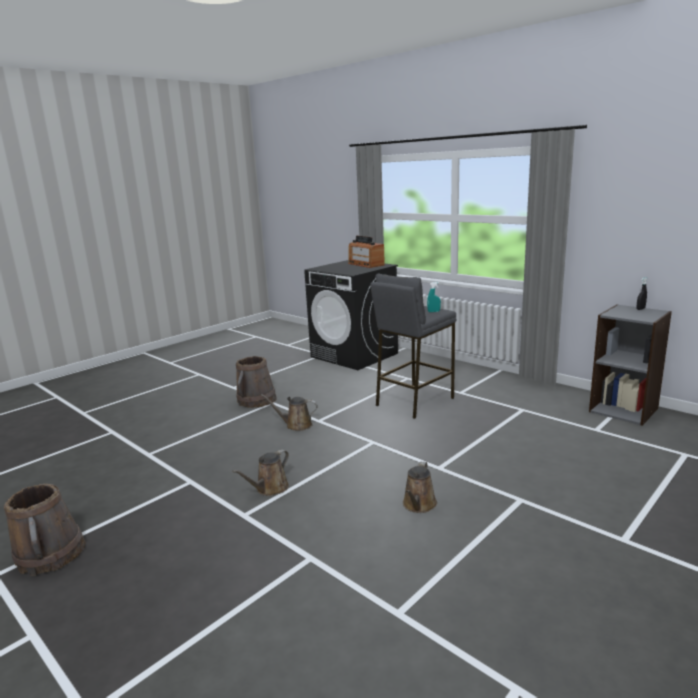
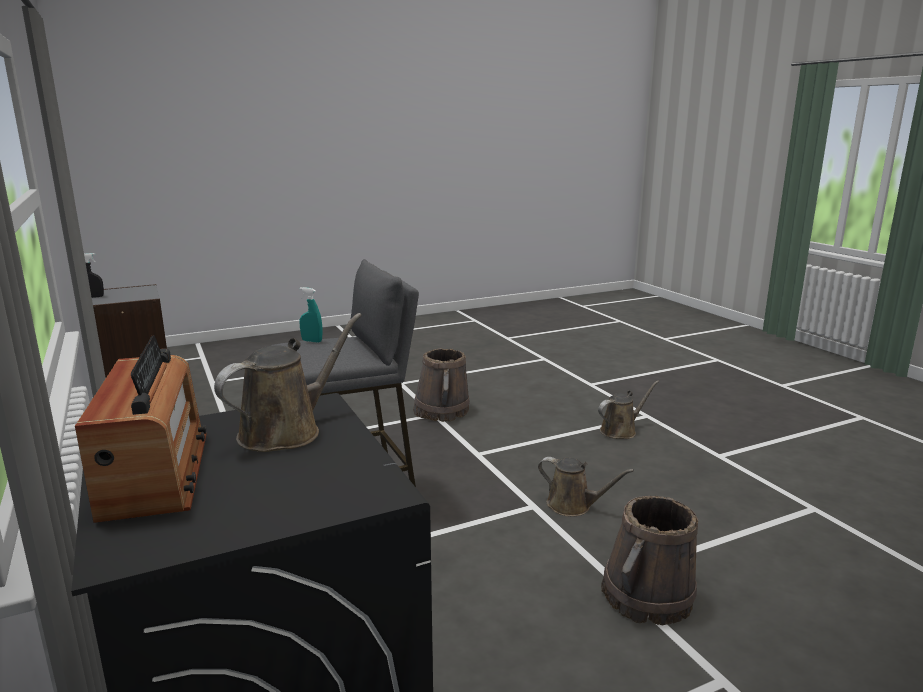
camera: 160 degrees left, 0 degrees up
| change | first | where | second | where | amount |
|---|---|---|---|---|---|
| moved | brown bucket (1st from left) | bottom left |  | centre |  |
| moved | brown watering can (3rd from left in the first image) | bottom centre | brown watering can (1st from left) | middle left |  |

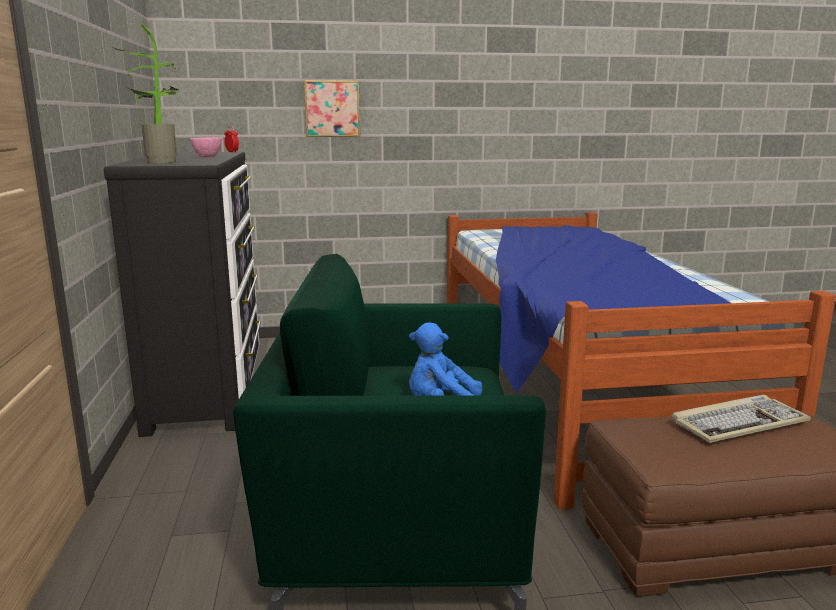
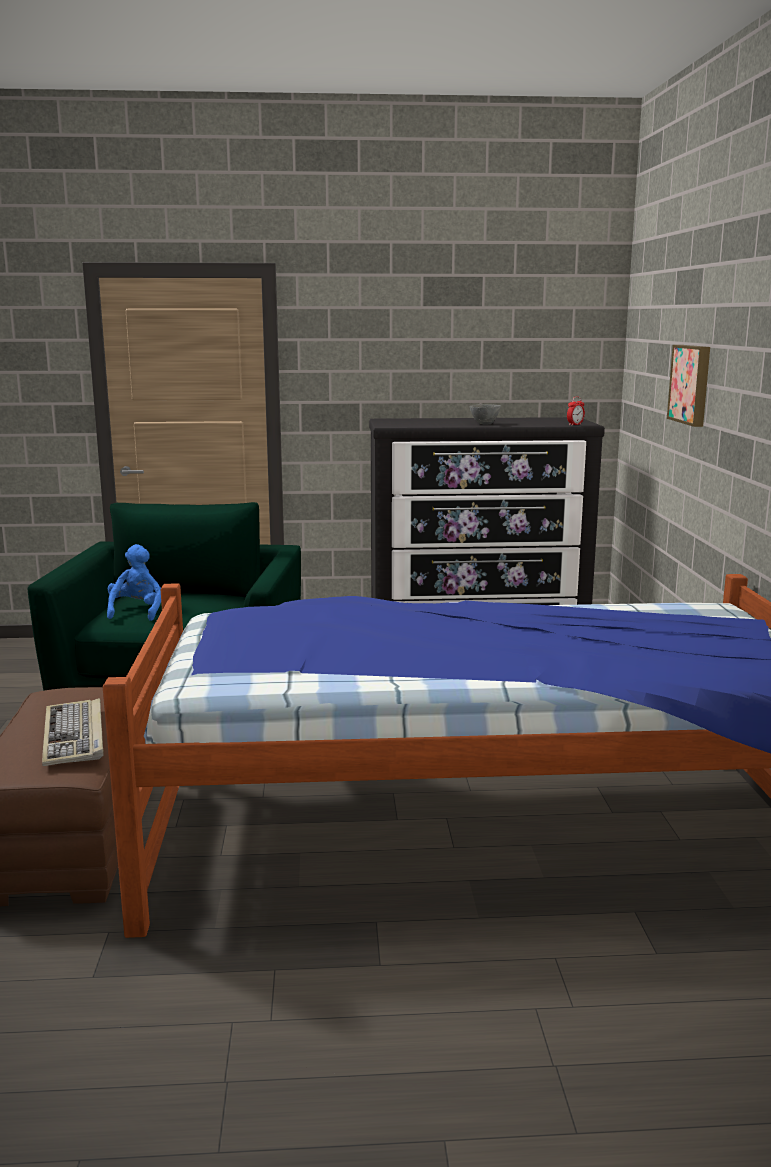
camera: 95 degrees right, 0 degrees up
| change | first | where | second | where | amount |
|---|---|---|---|---|---|
| removed | potted plant | top left |  |  |  |
| recoloured | pink bowl | top left | grey bowl | centre |  |

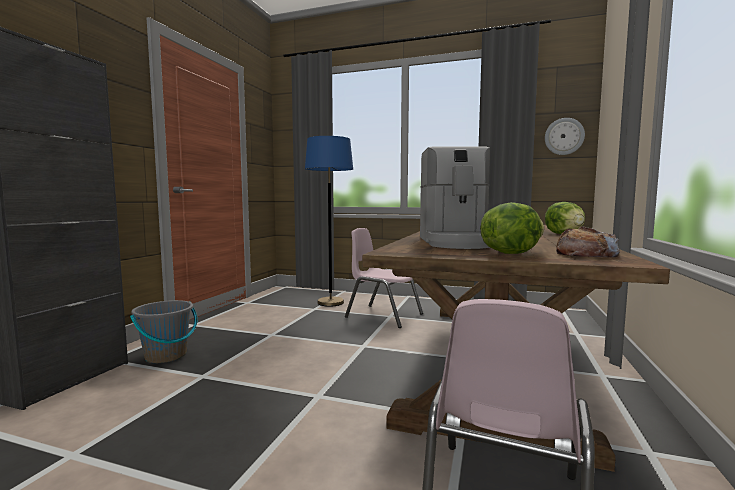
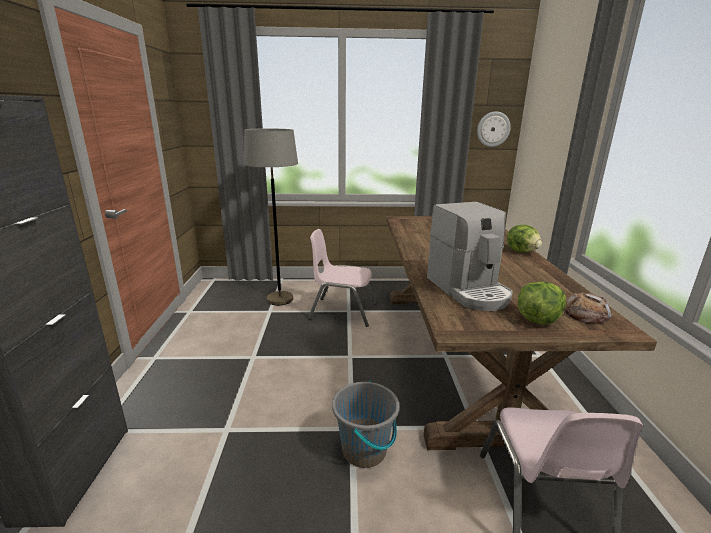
camera: 20 degrees left, 15 degrees up
| change | first | where | second | where | amount |
|---|---|---|---|---|---|
| moved | grey bucket | bottom left |  | bottom centre |  |
| recoloured | blue floor lamp | centre | grey floor lamp | centre |  |

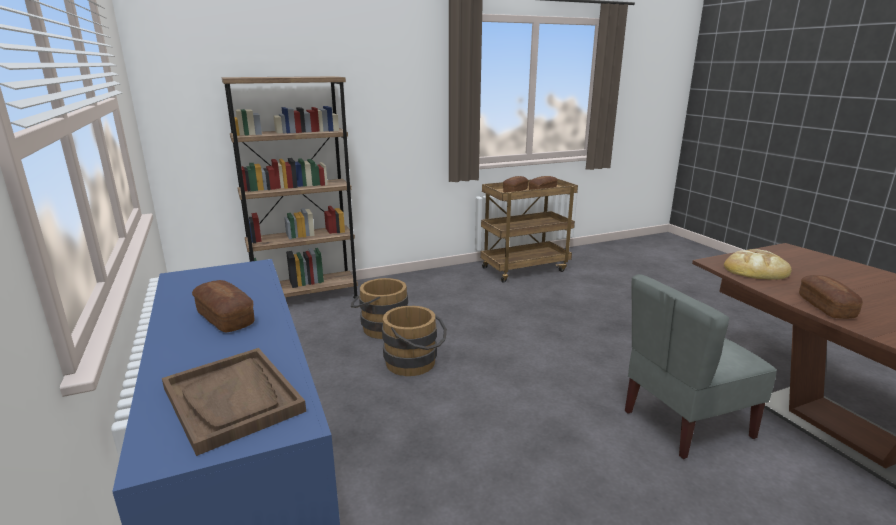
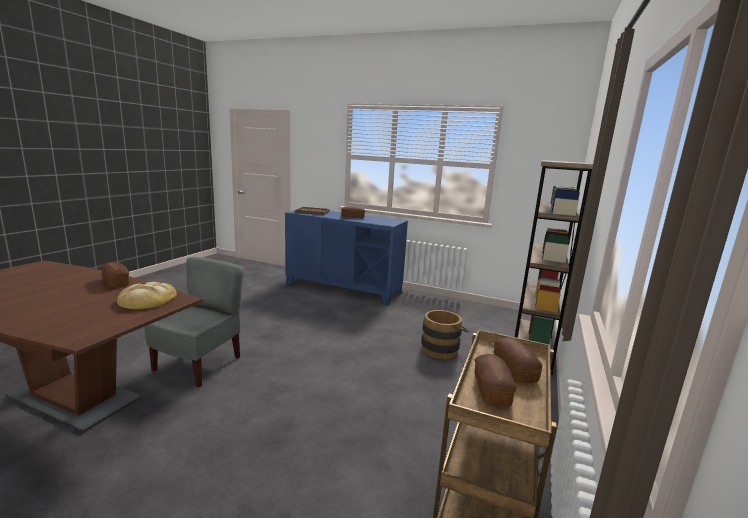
camera: 135 degrees right, 5 degrees down
| change | first | where | second | where | amount |
|---|---|---|---|---|---|
| removed | brown bucket (2nd from left) | centre |  |  |  |

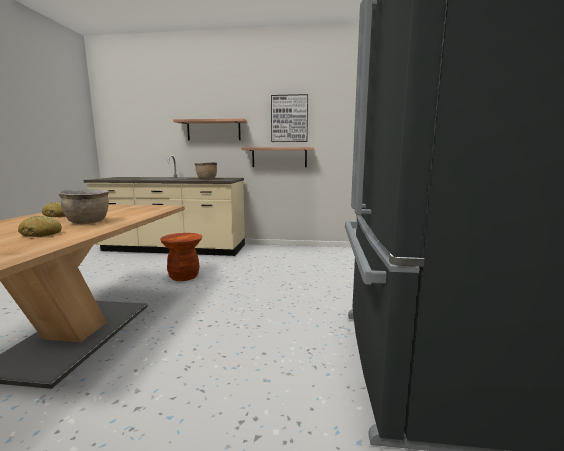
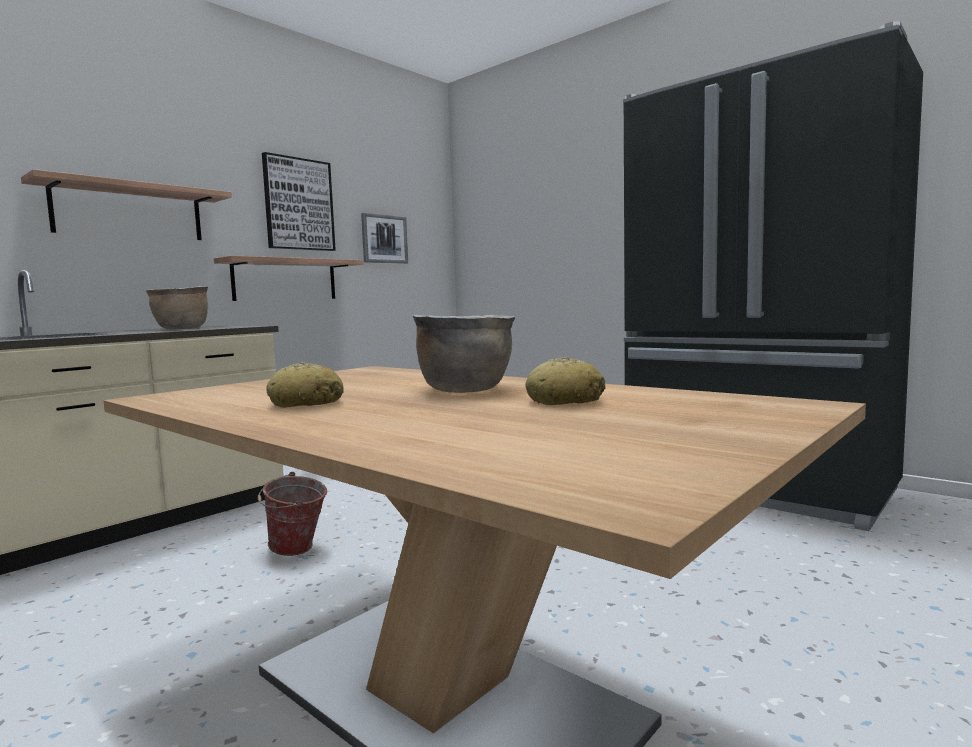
camera: 55 degrees left, 5 degrees down
| change | first | where | second | where | amount |
|---|---|---|---|---|---|
| added |  |  | picture (2nd from left) | top centre |  |
| replaced | brown stool | middle left | bucket | bottom left |  |

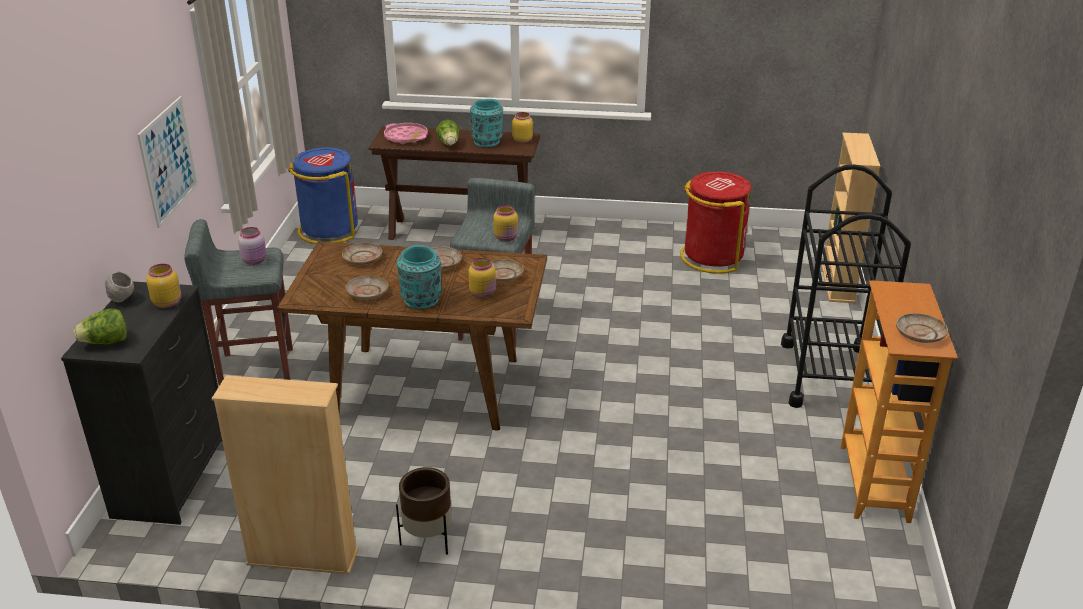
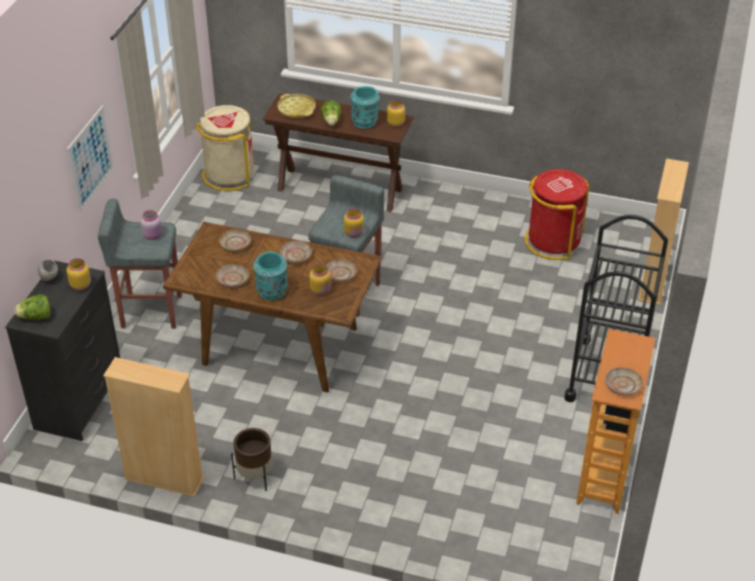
camera: 10 degrees right, 10 degrees up
| change | first | where | second | where | amount |
|---|---|---|---|---|---|
| recoloured | blue trash can | top left | beige trash can | top left |  |
| recoloured | pink tray | top centre | yellow tray | top centre |  |

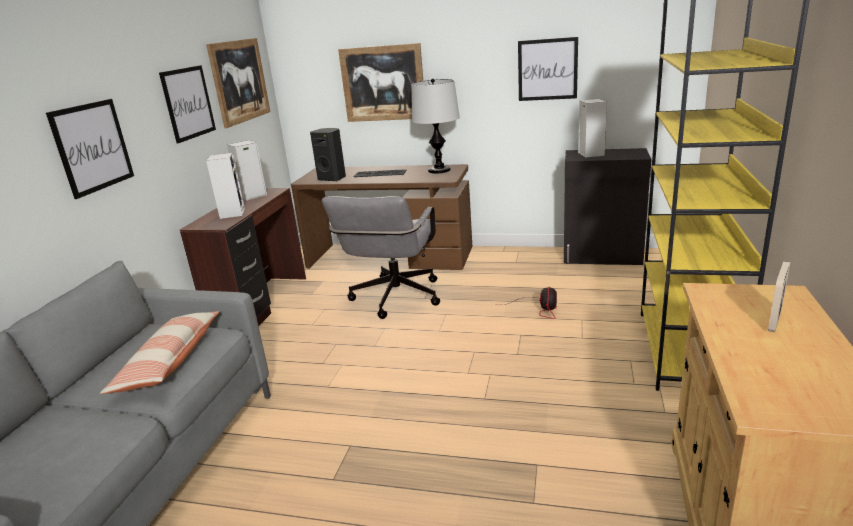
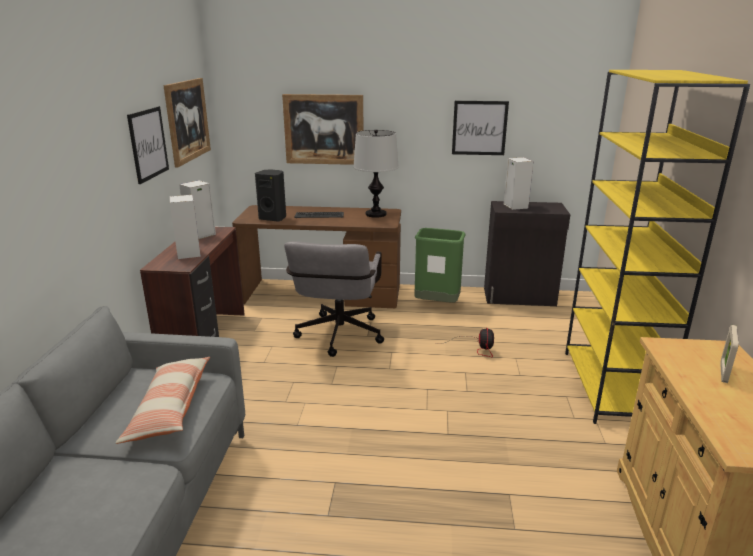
camera: 10 degrees left, 0 degrees up
| change | first | where | second | where | amount |
|---|---|---|---|---|---|
| removed | picture (1st from left) | top left |  |  |  |
| added |  |  | green trash can | centre |  |

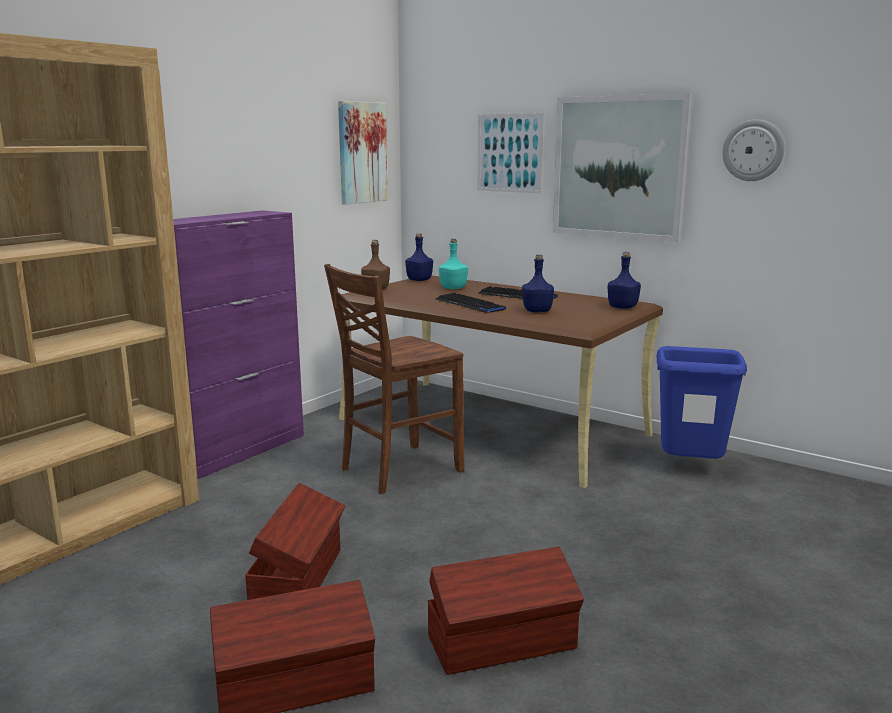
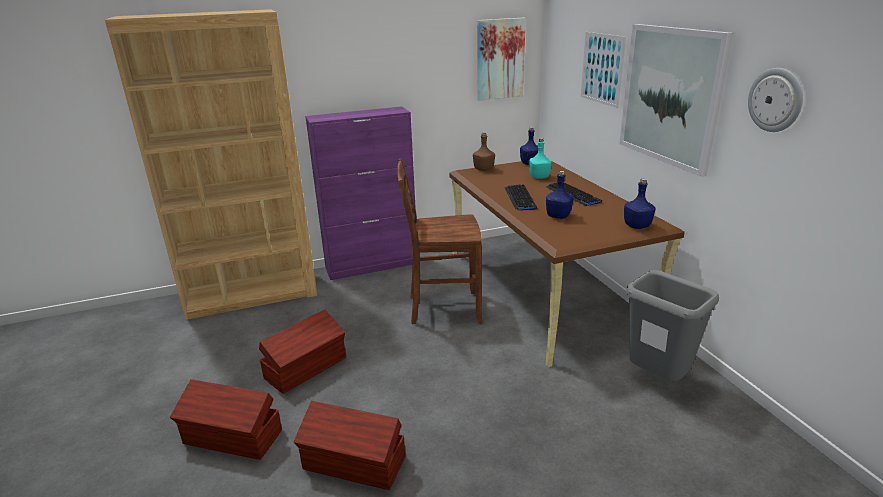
camera: 35 degrees right, 10 degrees up
| change | first | where | second | where | amount |
|---|---|---|---|---|---|
| recoloured | blue trash can | middle right | grey trash can | middle right |  |

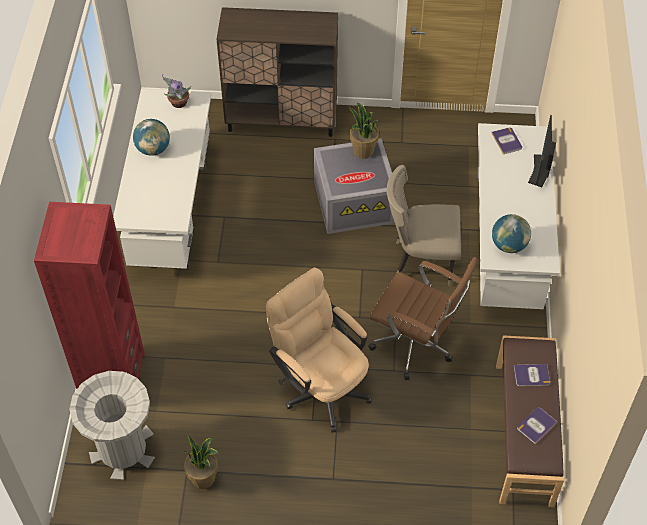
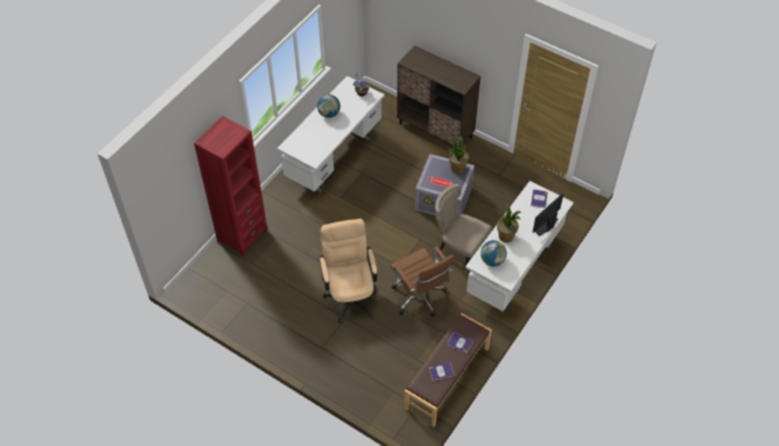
camera: 30 degrees right, 0 degrees up
| change | first | where | second | where | amount |
|---|---|---|---|---|---|
| removed | grey trash can | bottom left |  |  |  |
| moved | potted plant (2nd from left in the first image) | bottom left | potted plant (3rd from left) | centre |  |

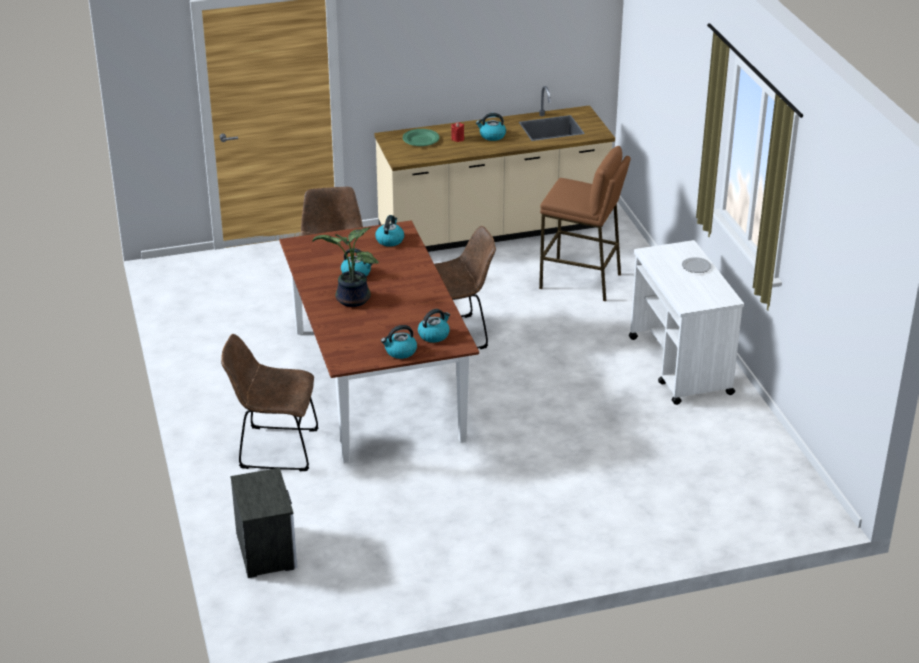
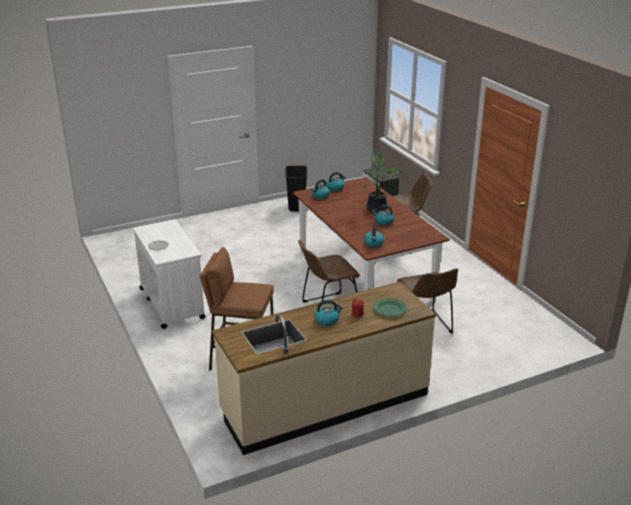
camera: 170 degrees right, 5 degrees down
| change | first | where | second | where | amount |
|---|---|---|---|---|---|
| added |  |  | black trash can | centre |  |

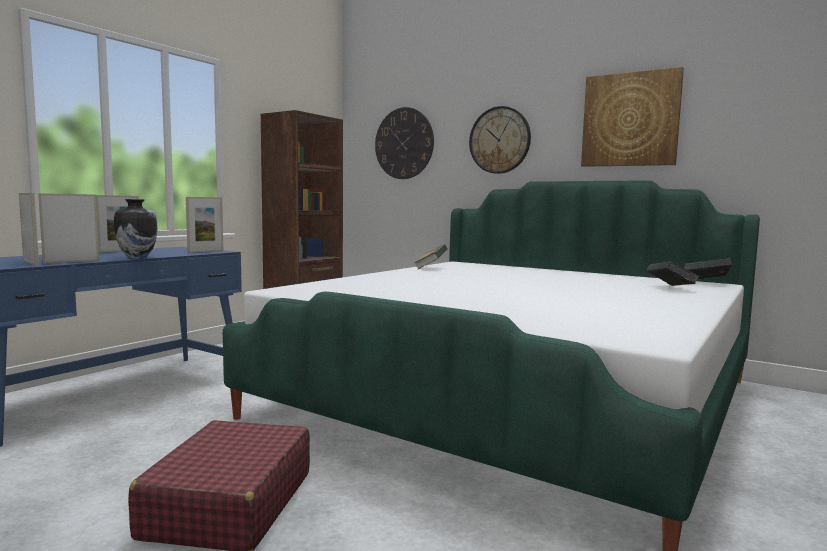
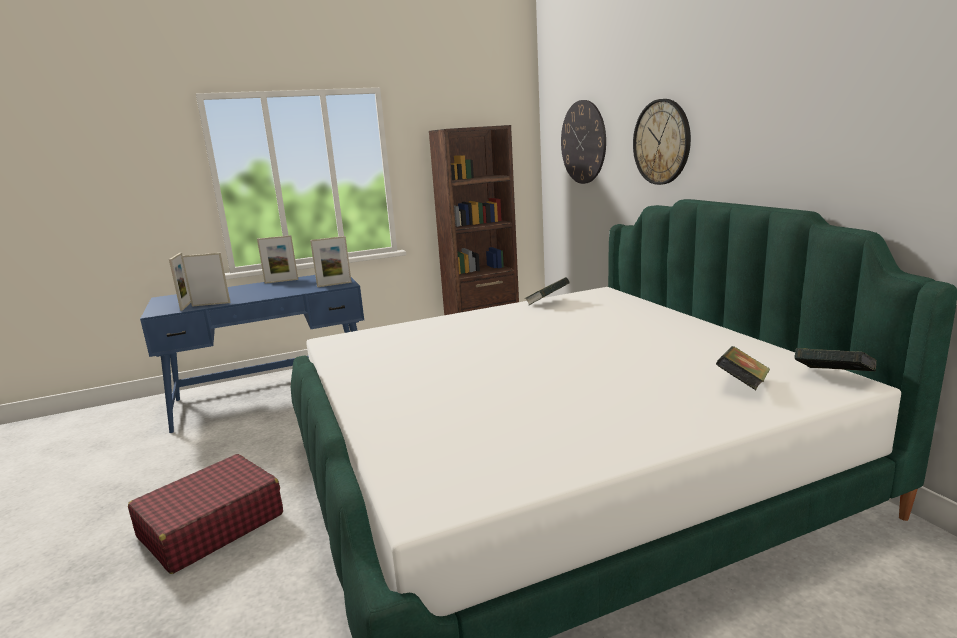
camera: 35 degrees right, 10 degrees up
| change | first | where | second | where | amount |
|---|---|---|---|---|---|
| removed | vase | middle left |  |  |  |
| removed | picture | top right |  |  |  |

